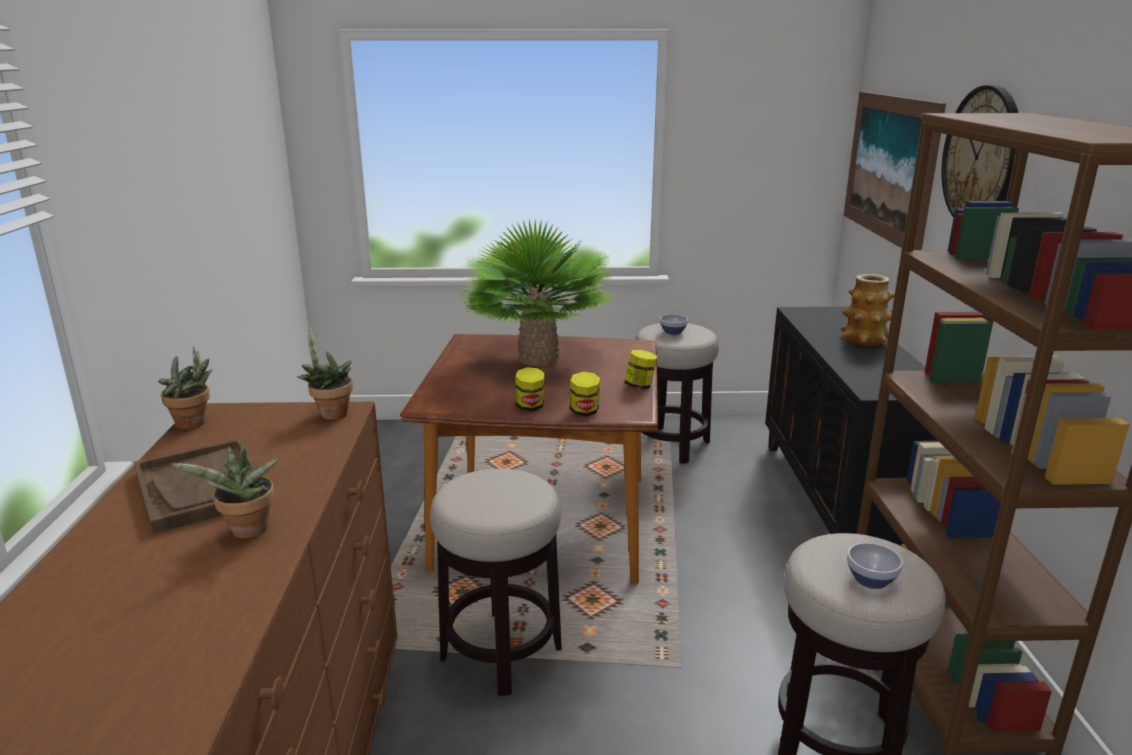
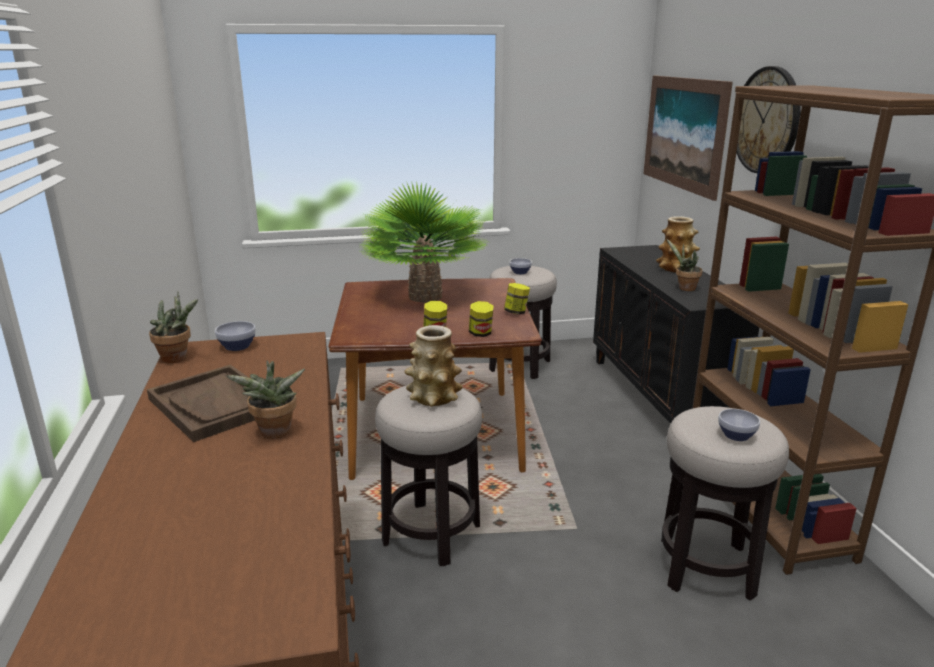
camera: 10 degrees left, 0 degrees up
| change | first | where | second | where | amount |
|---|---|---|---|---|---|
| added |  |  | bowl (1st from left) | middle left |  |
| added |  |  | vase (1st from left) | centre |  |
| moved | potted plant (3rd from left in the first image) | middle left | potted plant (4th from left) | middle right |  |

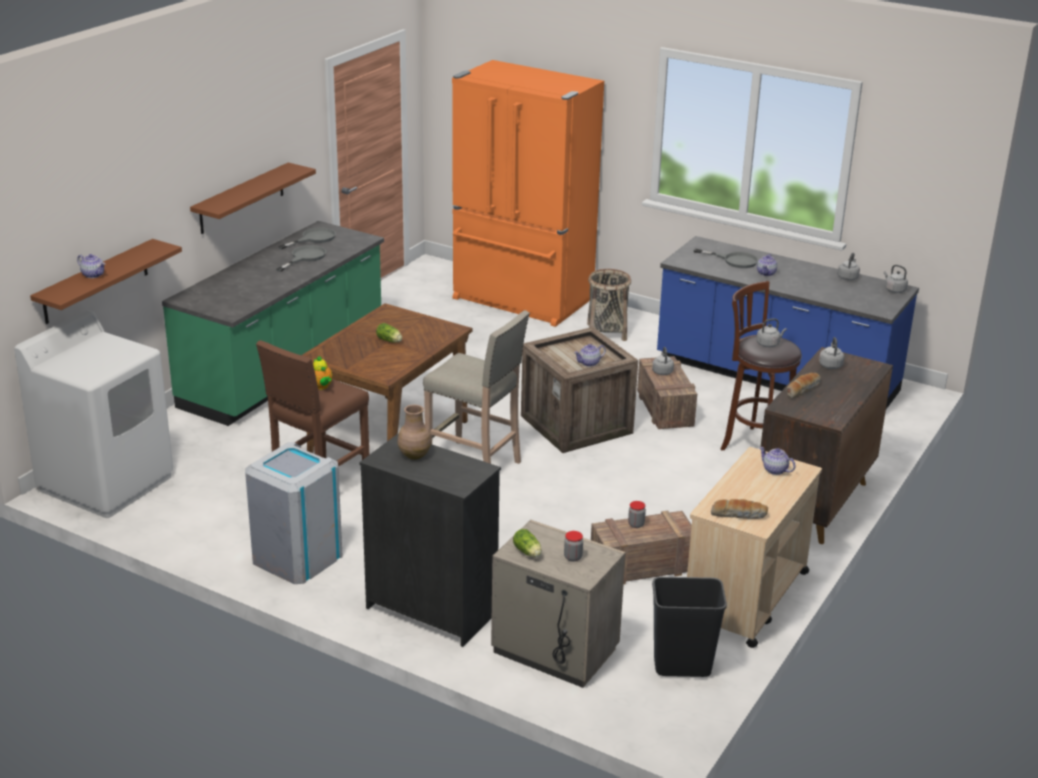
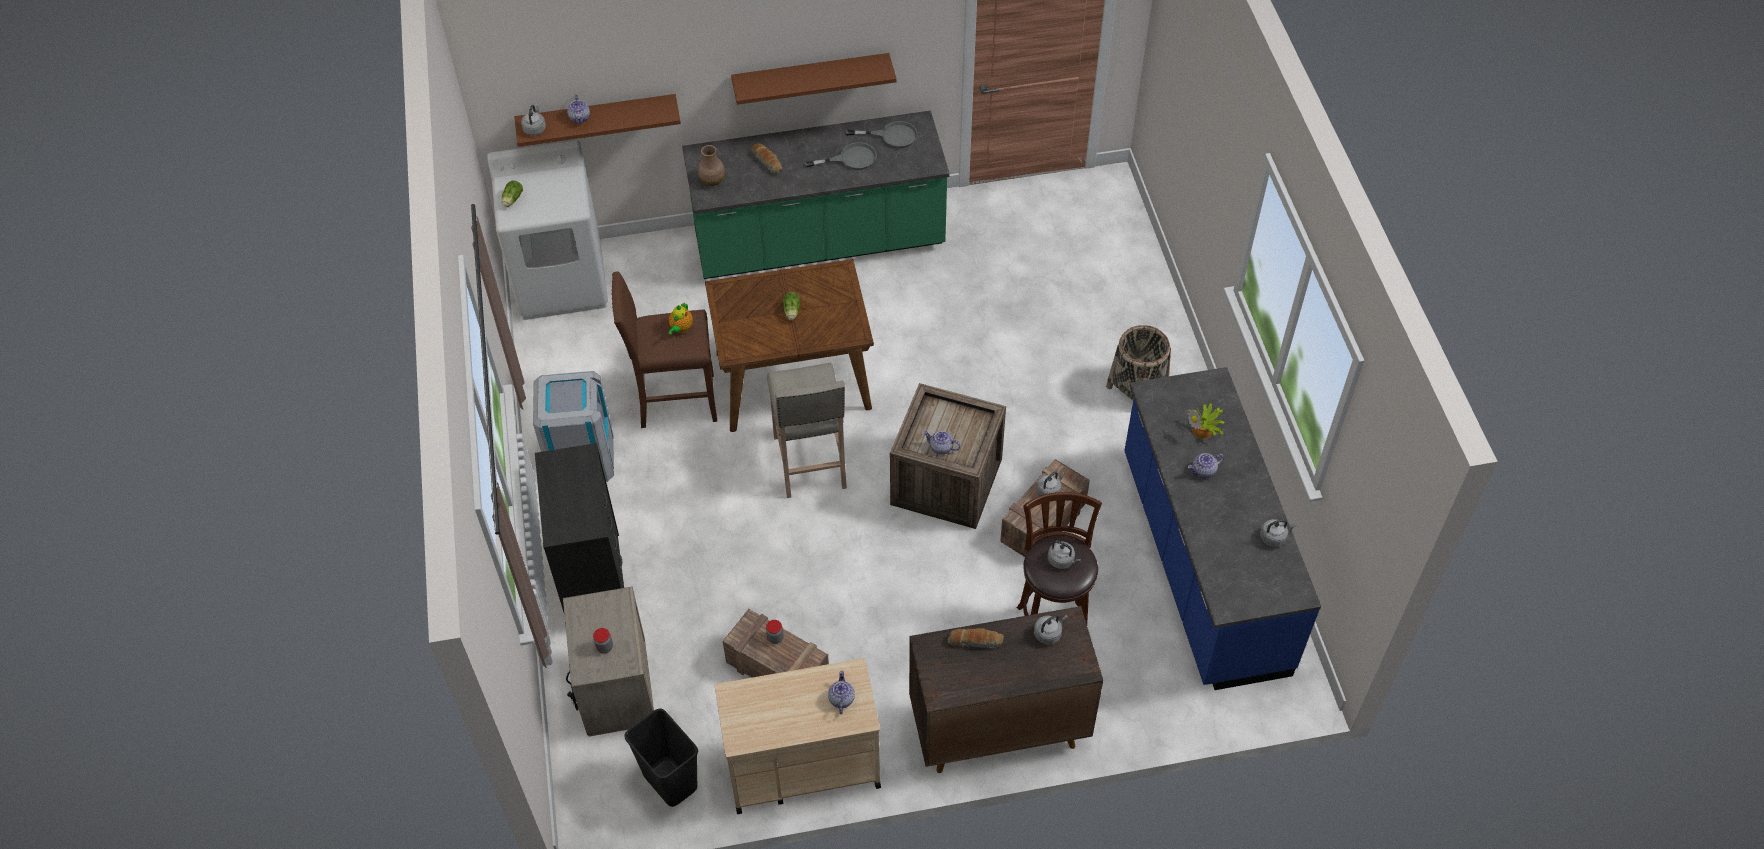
camera: 50 degrees right, 25 degrees up
| change | first | where | second | where | amount |
|---|---|---|---|---|---|
| removed | orange fridge | top centre |  |  |  |
| moved | brown vase | centre |  | top centre |  |
| moved | lettuce (2nd from left in the first image) | bottom centre | lettuce (1st from left) | top left |  |
| moved | bread (1st from left) | middle right |  | top centre |  |
| moved | grey kettle (5th from left in the first image) | middle right | grey kettle (1st from left) | top left |  |
| replaced | grey frying pan (3rd from left) | top right | potted plant | middle right |  |

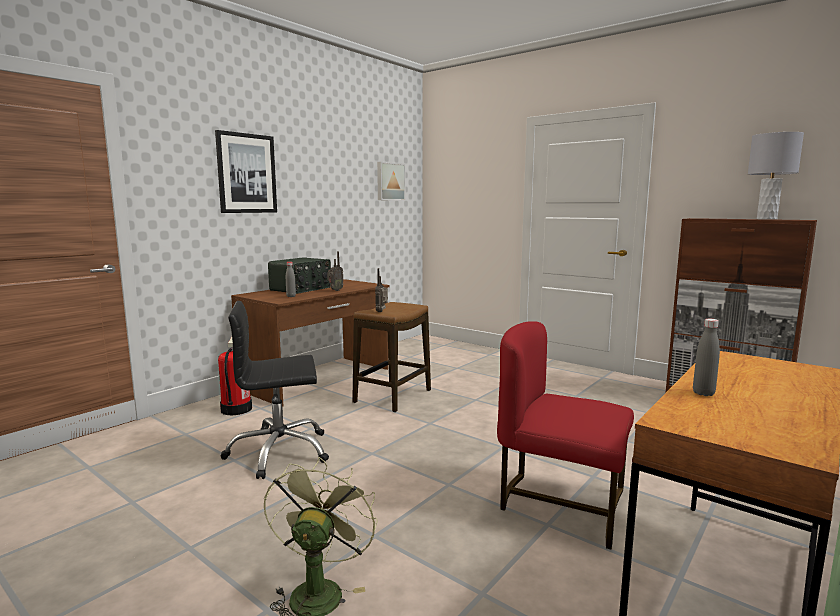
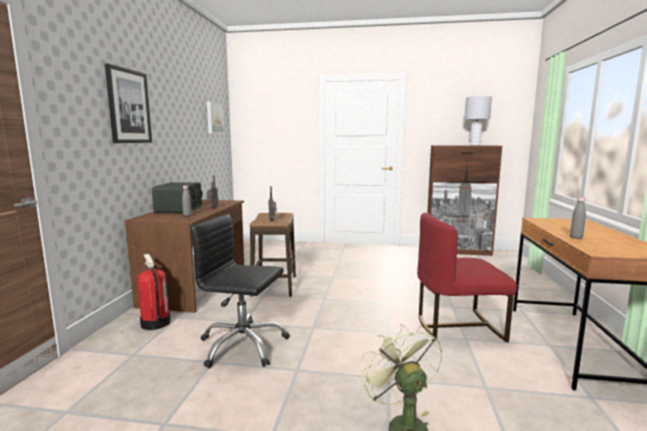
camera: 30 degrees left, 0 degrees up
| change | first | where | second | where | amount |
|---|---|---|---|---|---|
| turned | black office chair | middle left |  | bottom centre | 60 degrees clockwise |

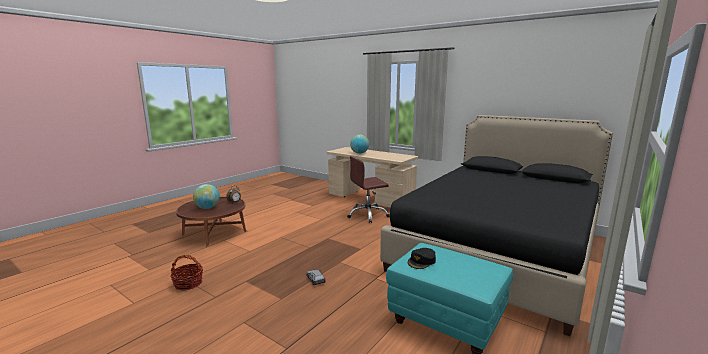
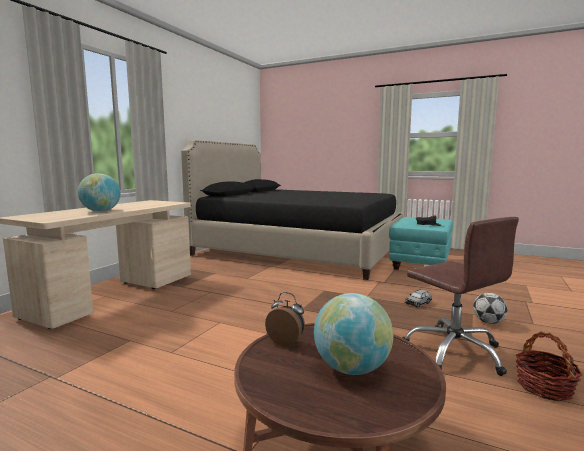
camera: 100 degrees left, 5 degrees down
| change | first | where | second | where | amount |
|---|---|---|---|---|---|
| added |  |  | football | bottom right |  |
| moved | brown office chair | centre |  | middle right |  |

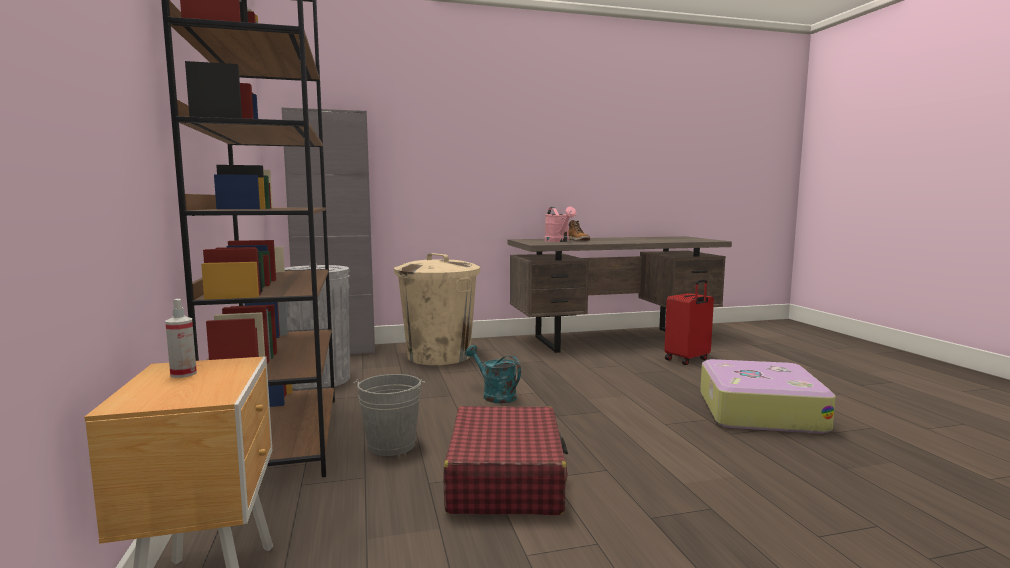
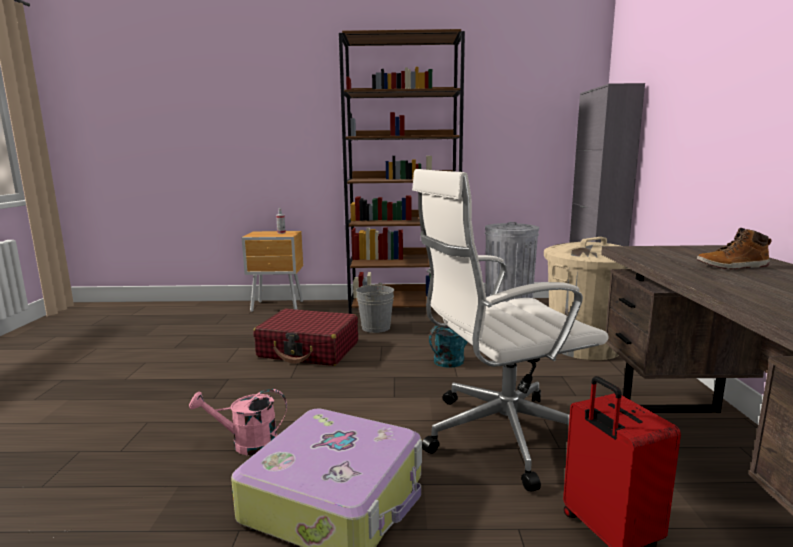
camera: 105 degrees right, 5 degrees up
| change | first | where | second | where | amount |
|---|---|---|---|---|---|
| added |  |  | white office chair | centre |  |
| moved | pink watering can | centre |  | bottom left |  |

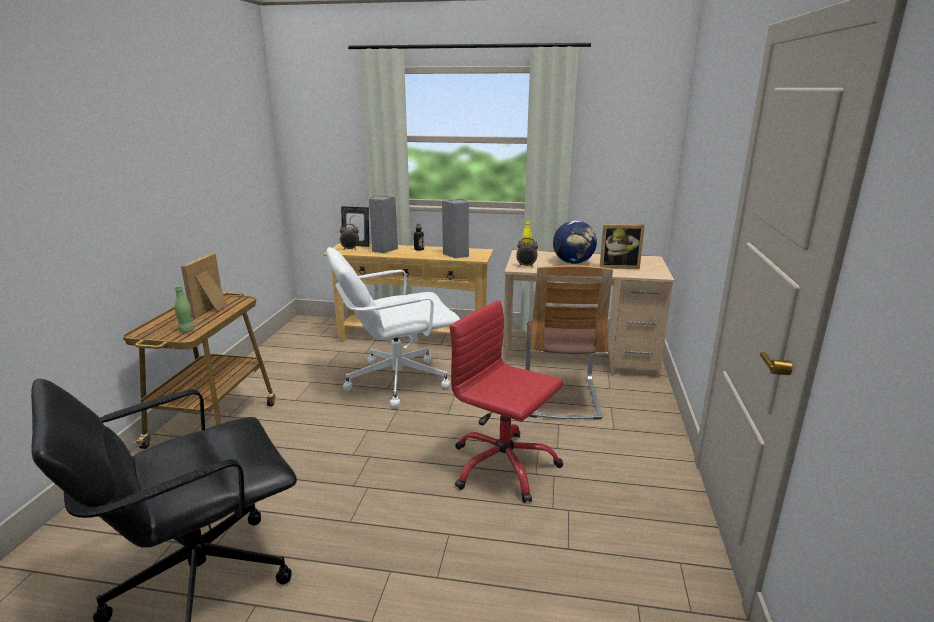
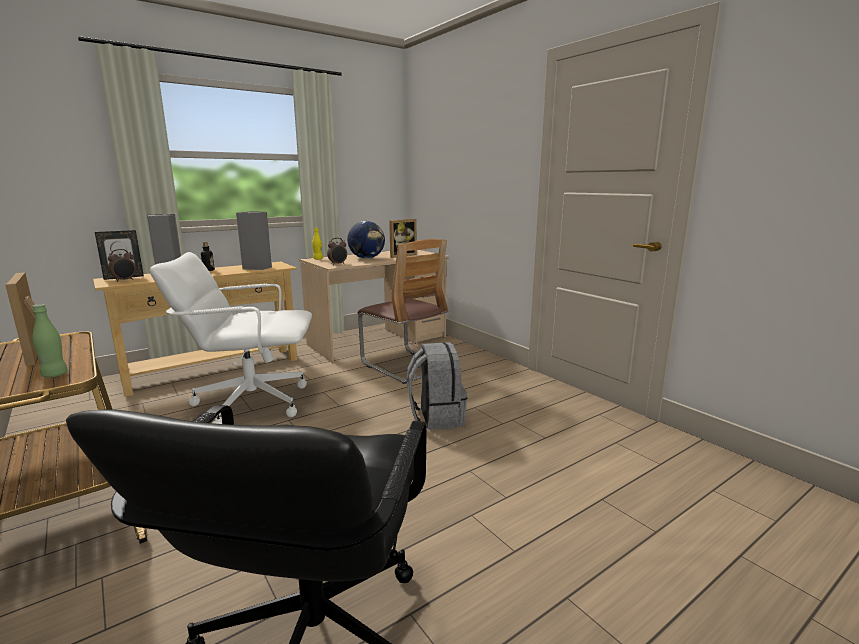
camera: 45 degrees left, 5 degrees down
| change | first | where | second | where | amount |
|---|---|---|---|---|---|
| replaced | red office chair | centre | grey backpack | centre |  |
| turned | white office chair | centre |  | middle left | 60 degrees clockwise |

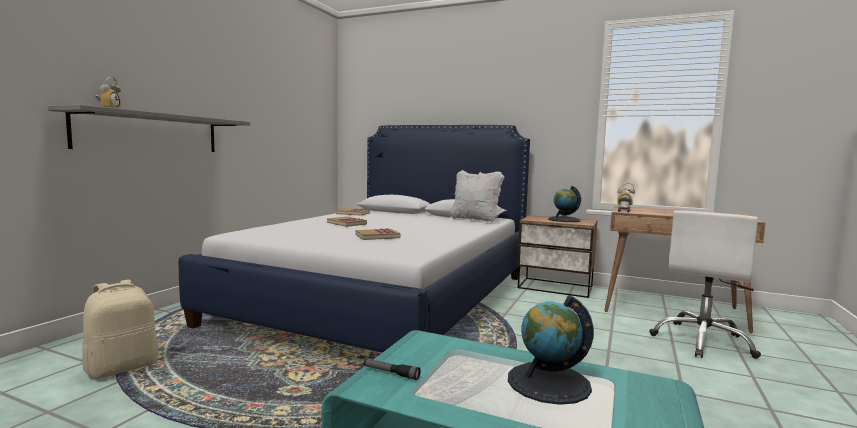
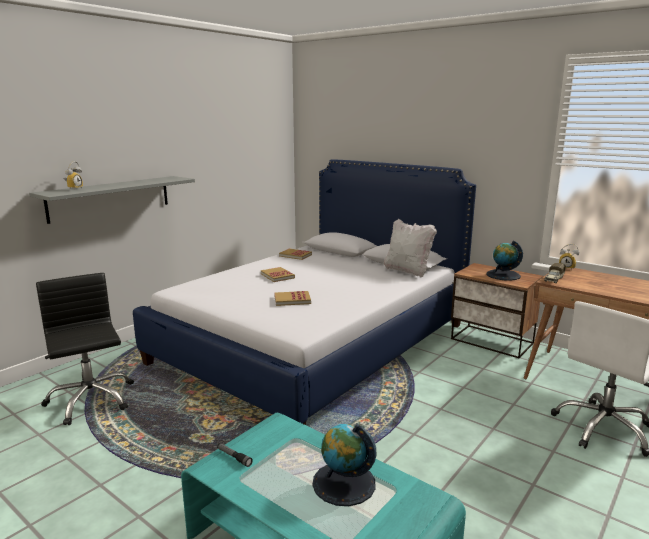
camera: 15 degrees right, 10 degrees up
| change | first | where | second | where | amount |
|---|---|---|---|---|---|
| replaced | beige backpack | bottom left | black office chair | middle left |  |

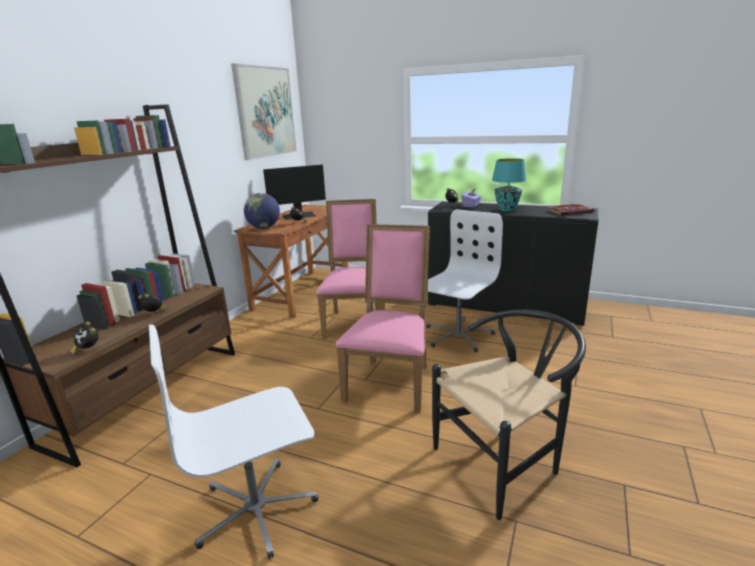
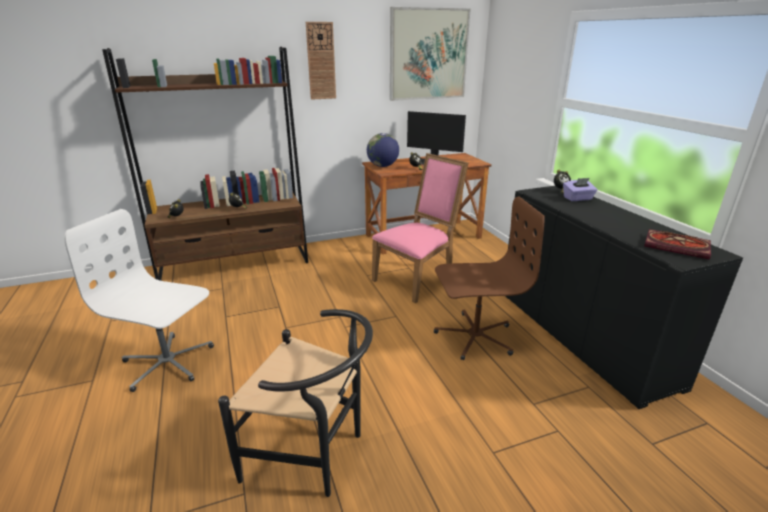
camera: 45 degrees right, 5 degrees up
| change | first | where | second | where | amount |
|---|---|---|---|---|---|
| removed | pink chair (2nd from left) | centre |  |  |  |
| removed | turquoise table lamp | top right |  |  |  |
| added |  |  | wall clock | top centre |  |
| recoloured | white office chair (2nd from left) | centre | brown office chair | centre |  |

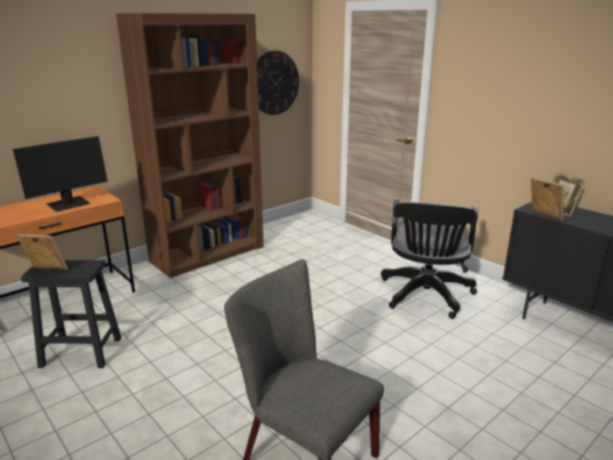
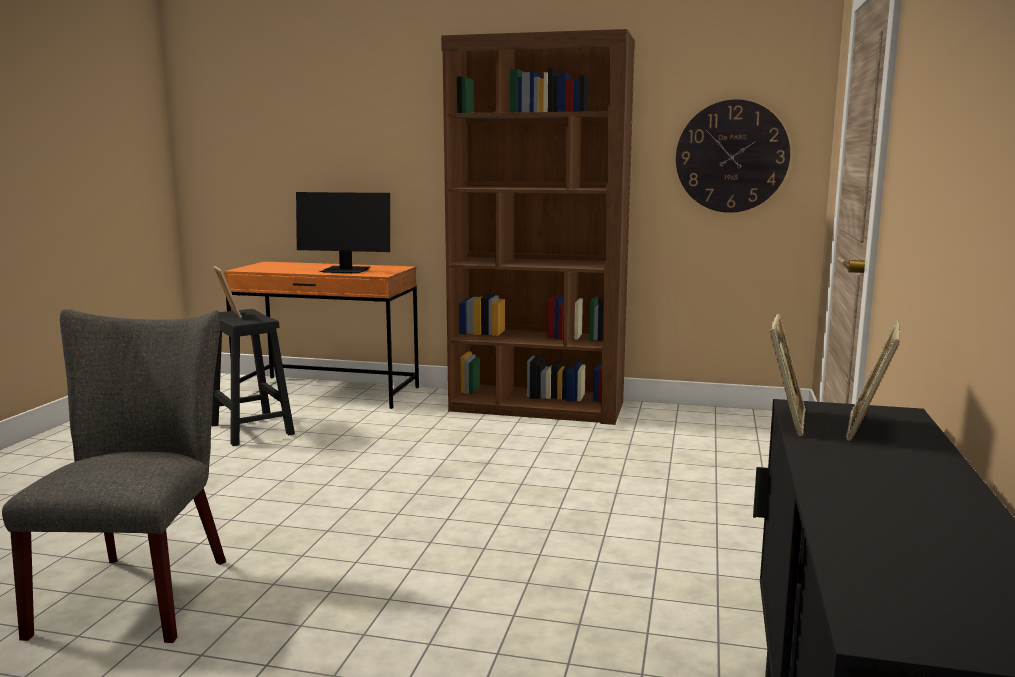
camera: 55 degrees right, 10 degrees down
| change | first | where | second | where | amount |
|---|---|---|---|---|---|
| removed | black office chair | middle right |  |  |  |

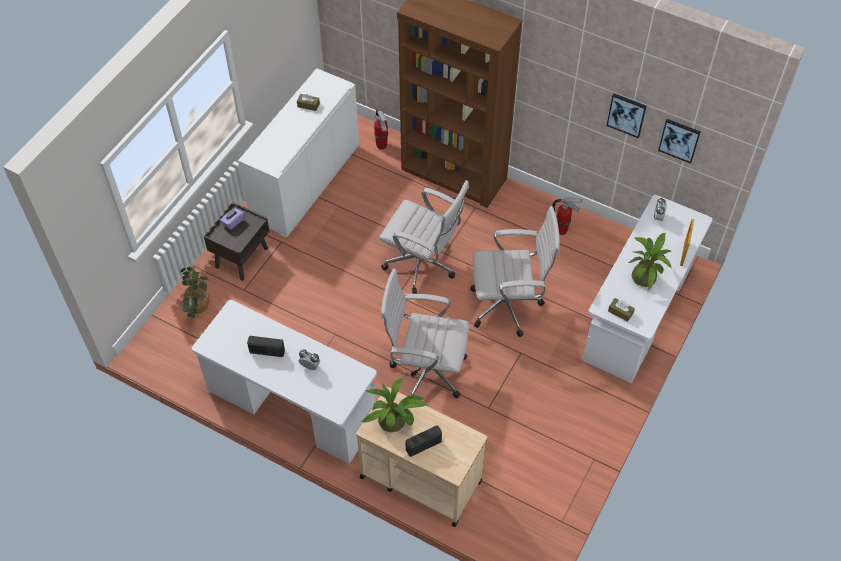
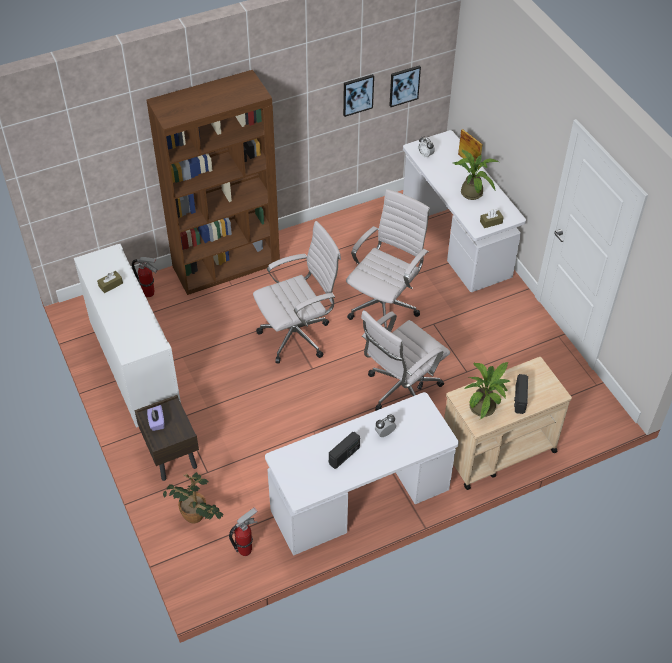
camera: 55 degrees left, 5 degrees down
| change | first | where | second | where | amount |
|---|---|---|---|---|---|
| moved | fire extinguisher (2nd from left) | middle right |  | bottom centre |  |

